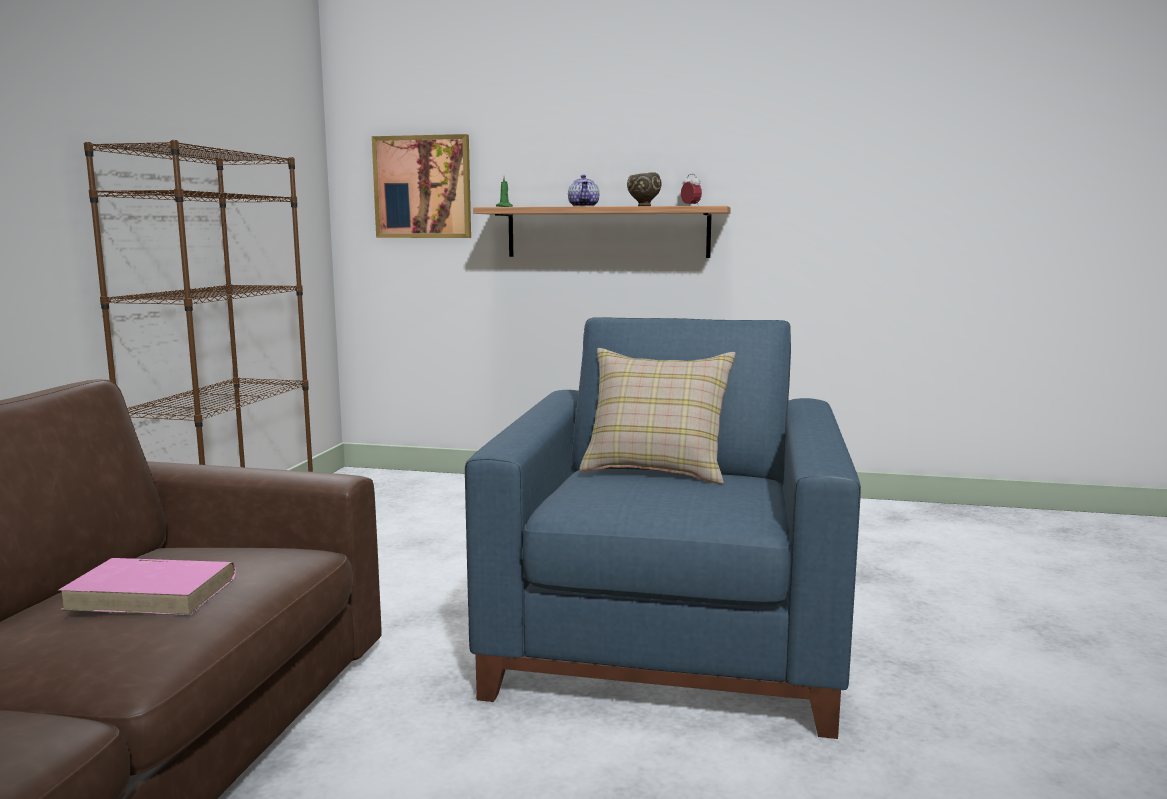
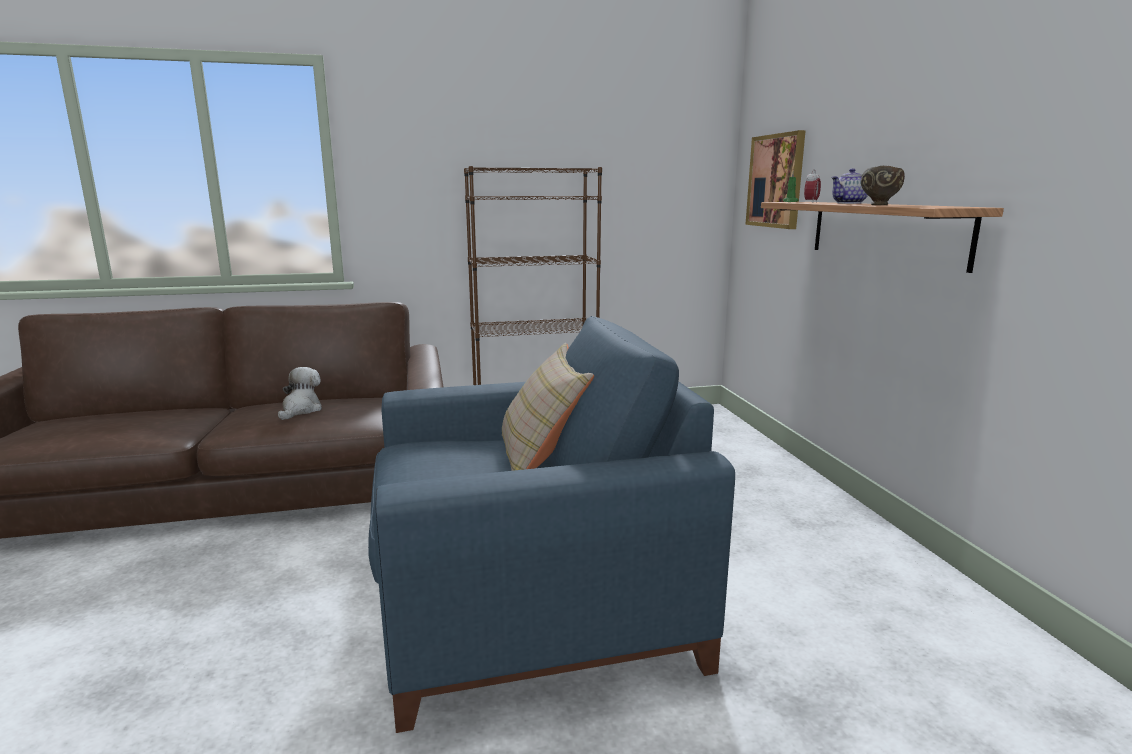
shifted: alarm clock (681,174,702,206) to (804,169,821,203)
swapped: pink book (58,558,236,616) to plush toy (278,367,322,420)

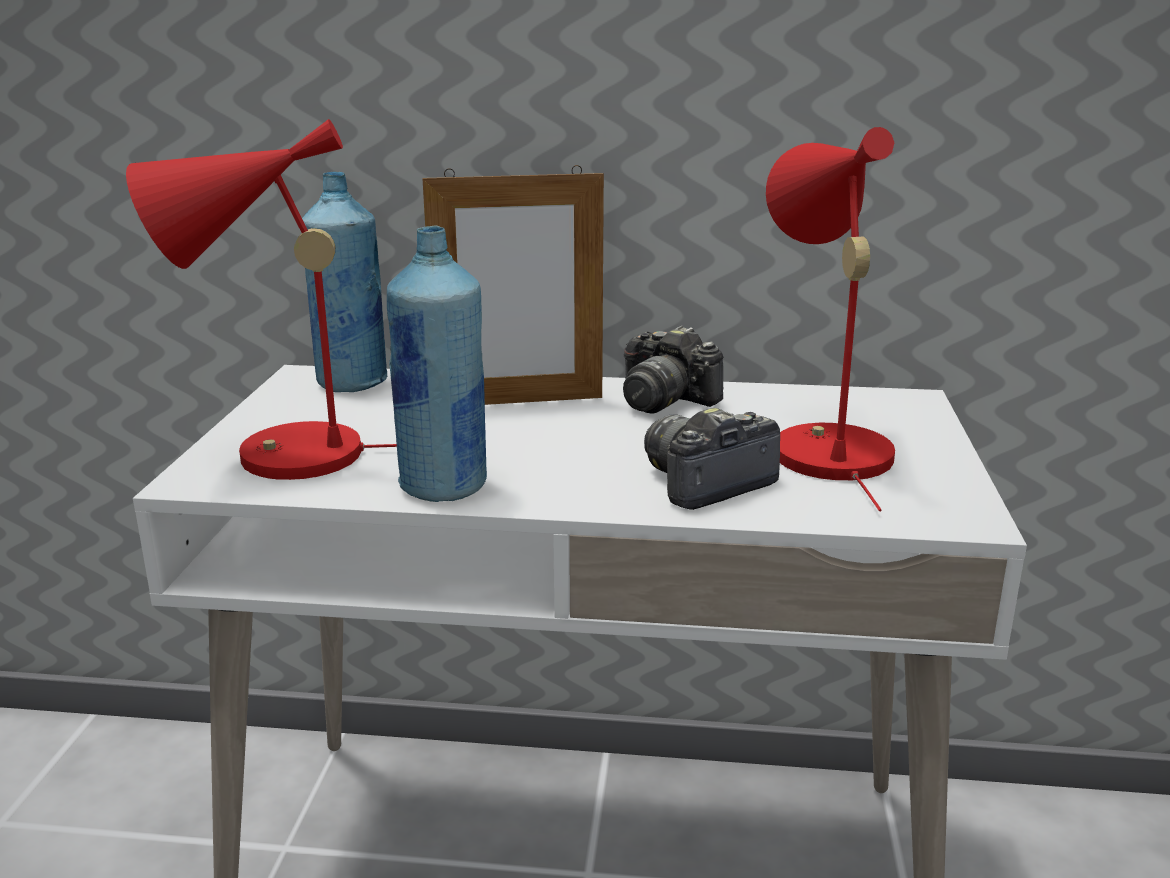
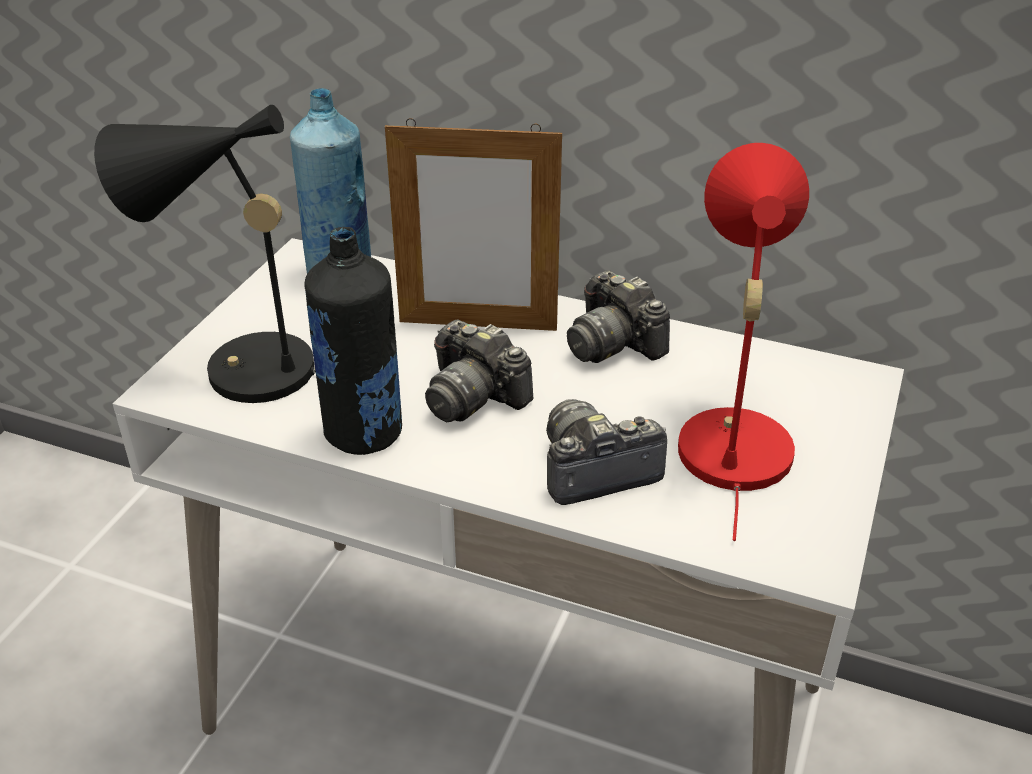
new: photo camera (425,319,533,422)
repainted: red table lamp (126,119,397,480) to black table lamp (94,105,316,403); blue bottle (387,225,487,502) to black bottle (304,227,402,455)

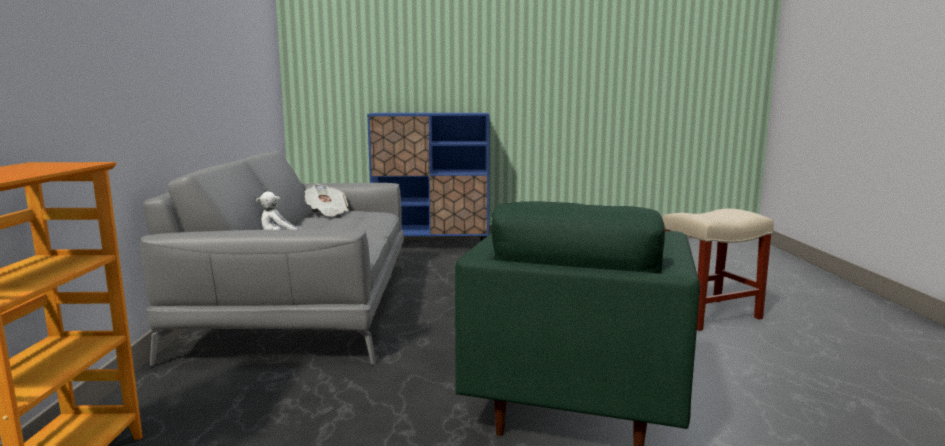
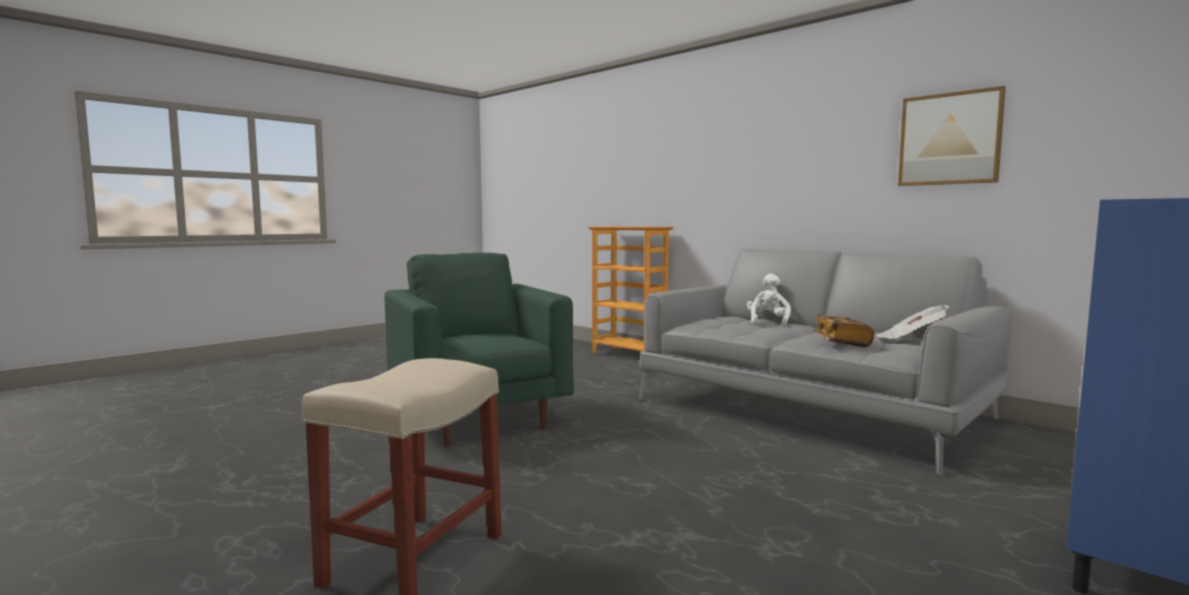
new: book (814,315,874,347); picture (898,86,1006,186)

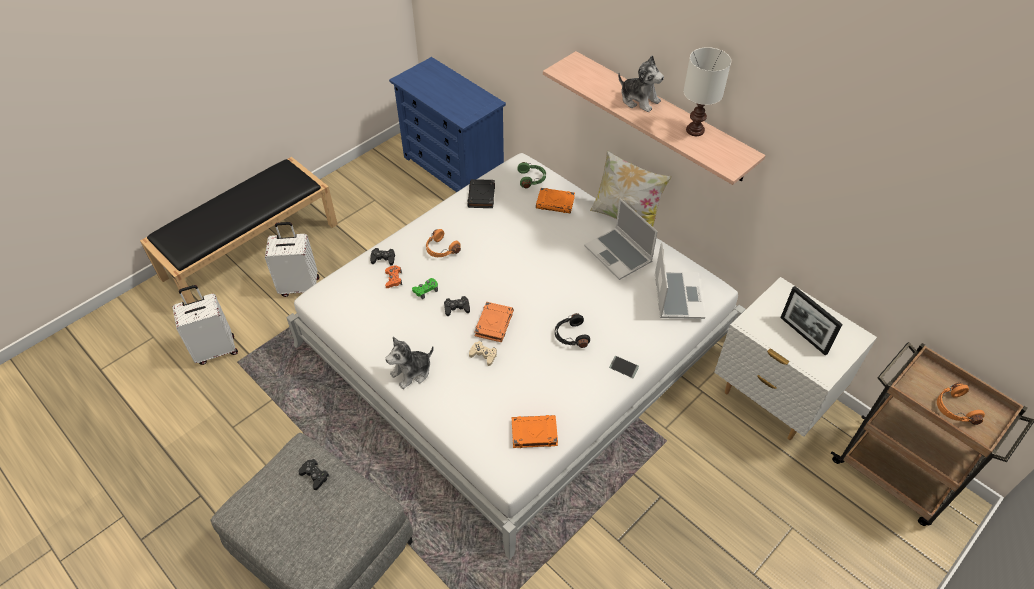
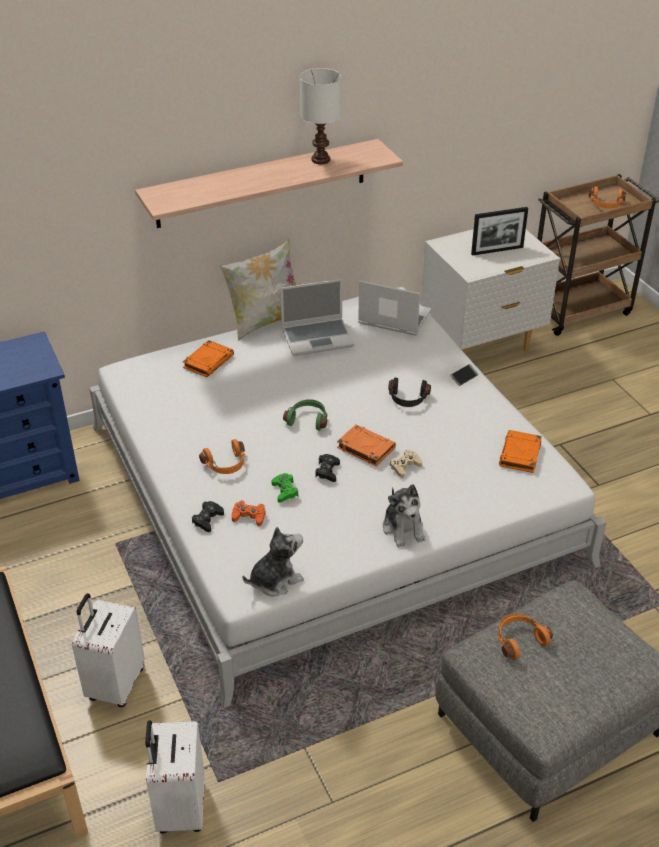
gone: black book (467,179,495,208)
shifted: plush toy (618,56,664,112) to (242,527,304,596); green headphones (517,162,546,188) to (283,399,327,431)
swapped: black game controller (298,459,329,490) to orange headphones (498,614,553,660)

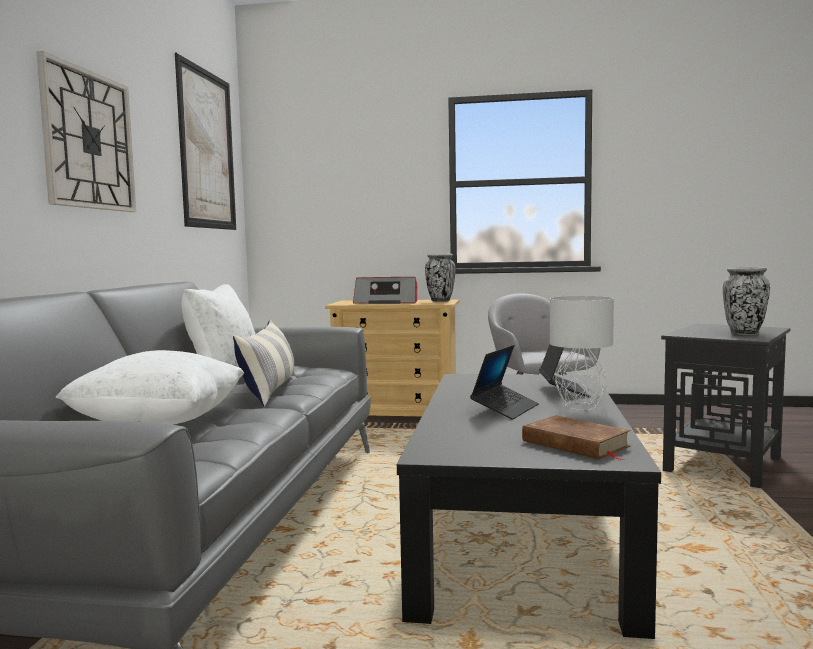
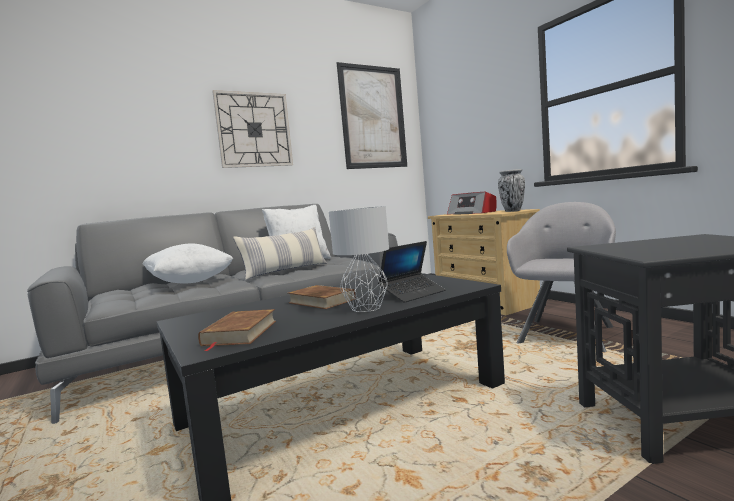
gone: vase (723,267,770,335)
swapped: laptop (470,345,539,420) to brown book (288,285,356,309)

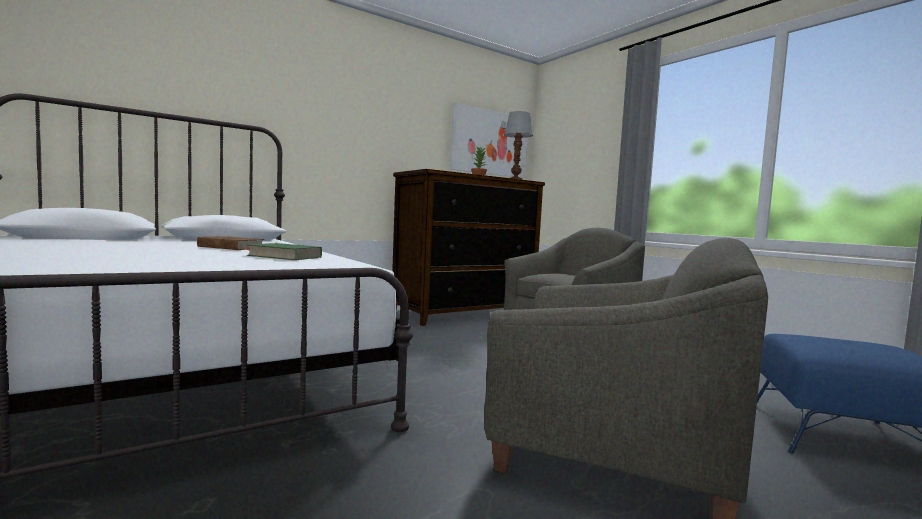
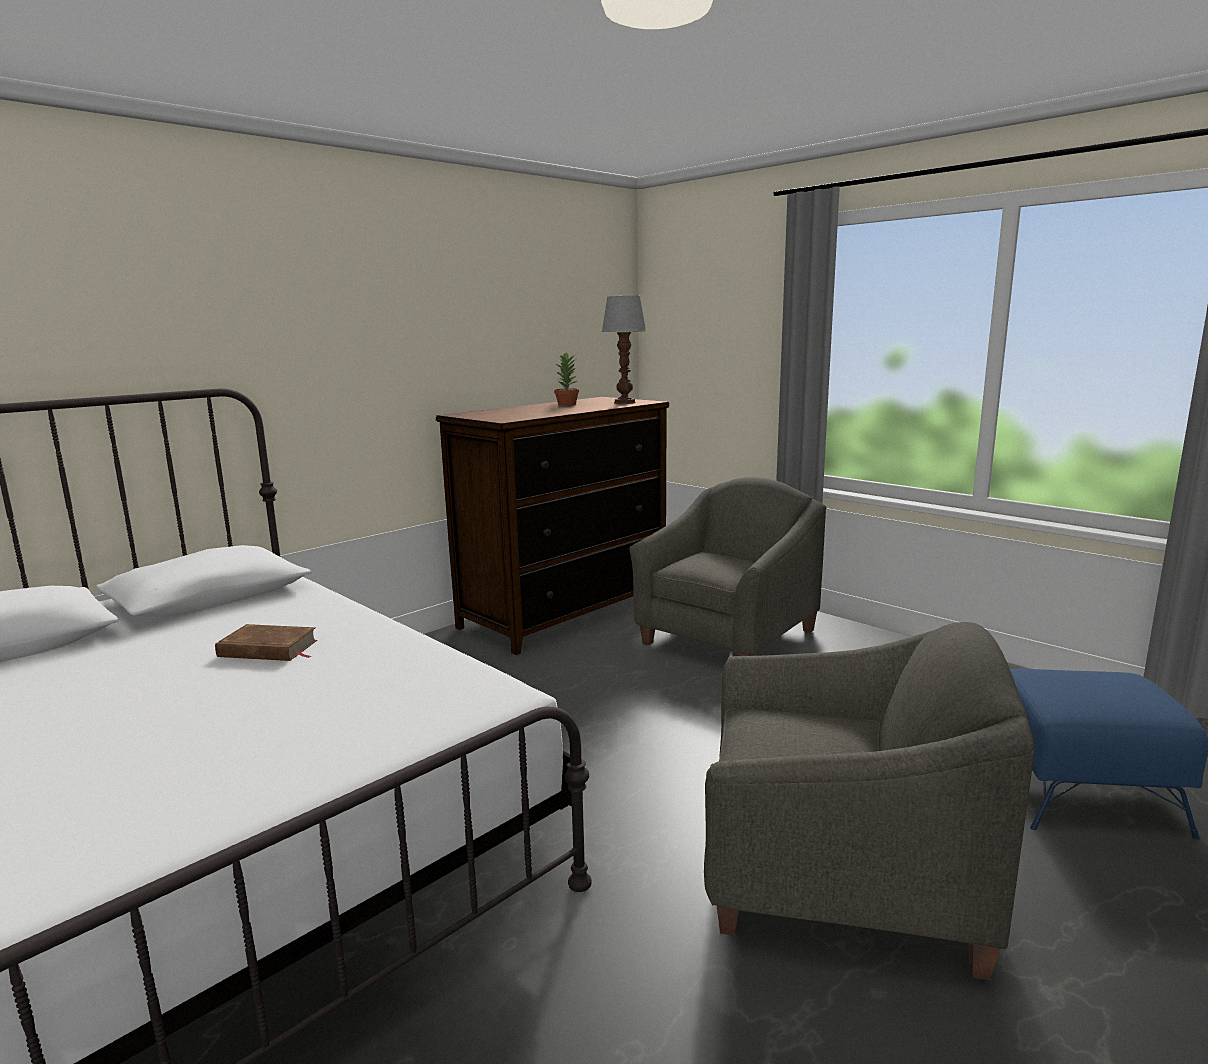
gone: green book (247,243,322,260); picture (450,103,527,178)

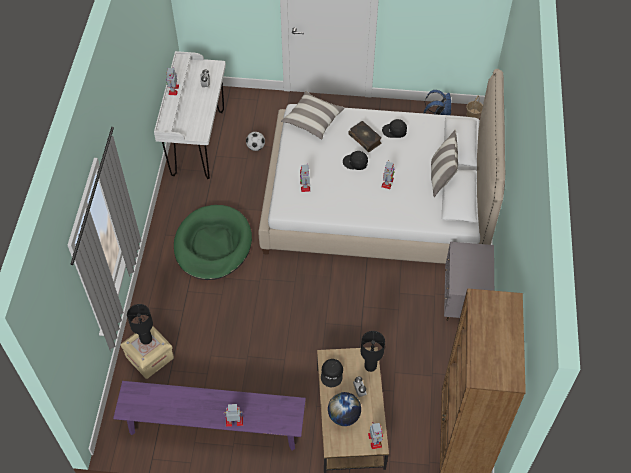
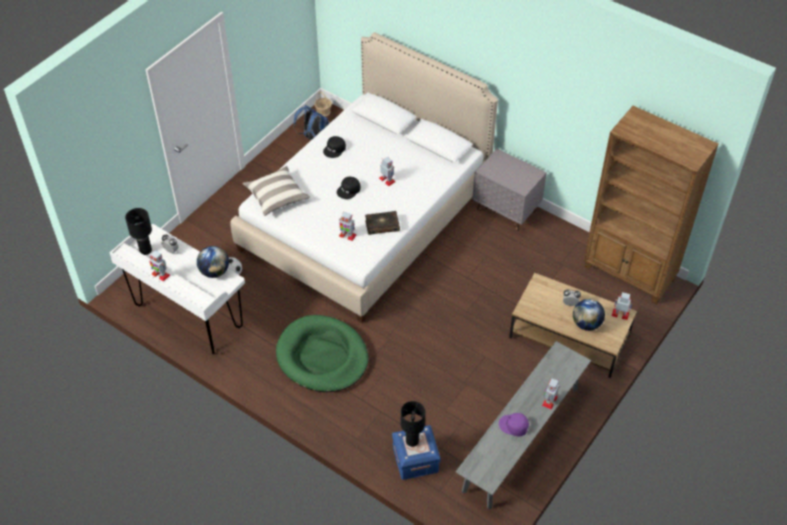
gone: black cap (321,359,343,387); pillow (431,130,458,197)
new: globe (197,246,229,278); purple cap (499,413,529,436)
shifted: black table lamp (361,331,385,372) to (125,208,152,255); book (348,121,382,152) to (365,211,400,235)
repainted: beige storage box (120,326,174,379) to blue storage box (392,425,441,480); purple bench (113,381,306,451) to grey bench (455,341,591,509)

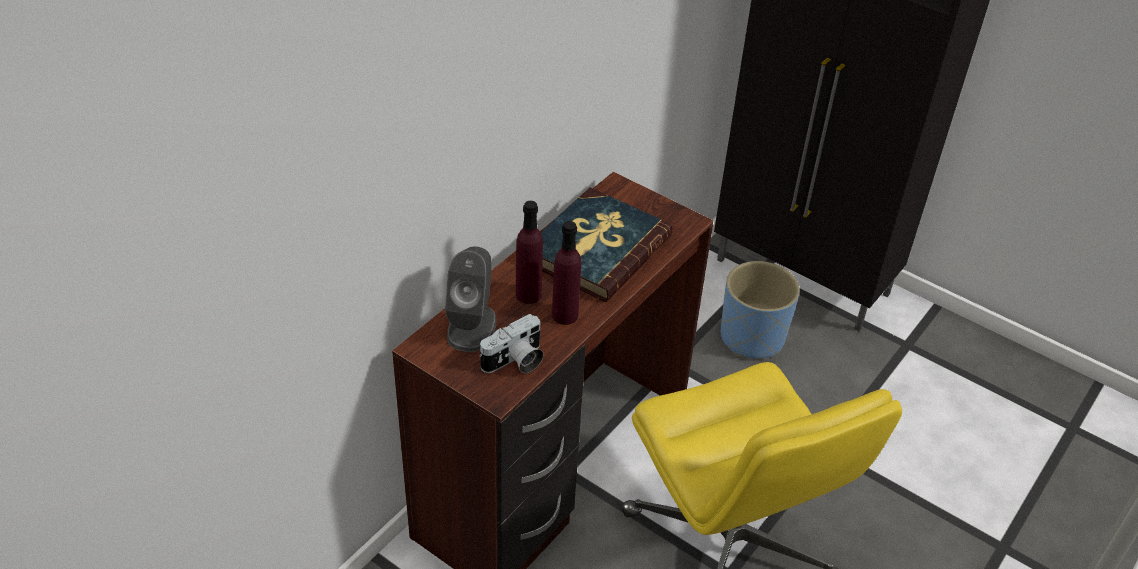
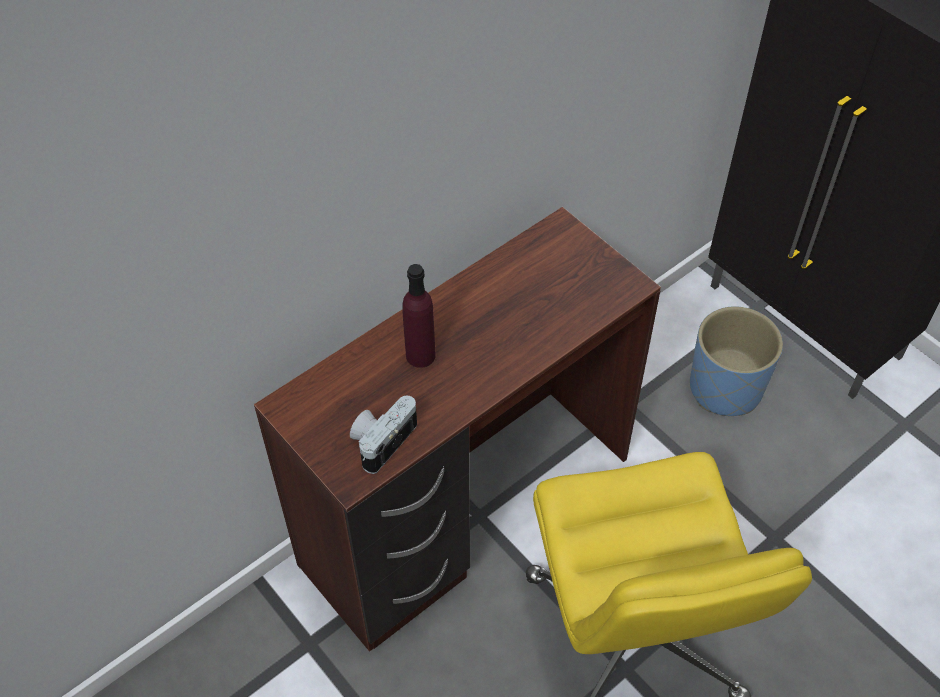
gone: grey speaker (445,246,497,352); book (540,187,673,302); purple bottle (552,221,581,325)
rotated: photo camera (479,314,543,373) = (350,396,417,474) 150 degrees clockwise

